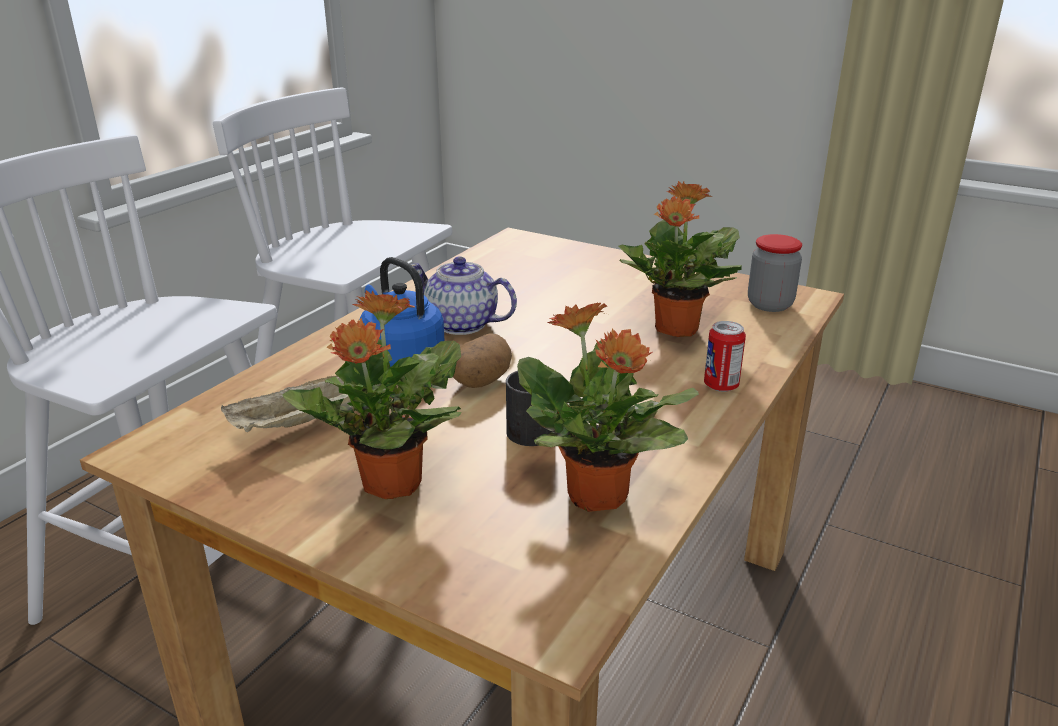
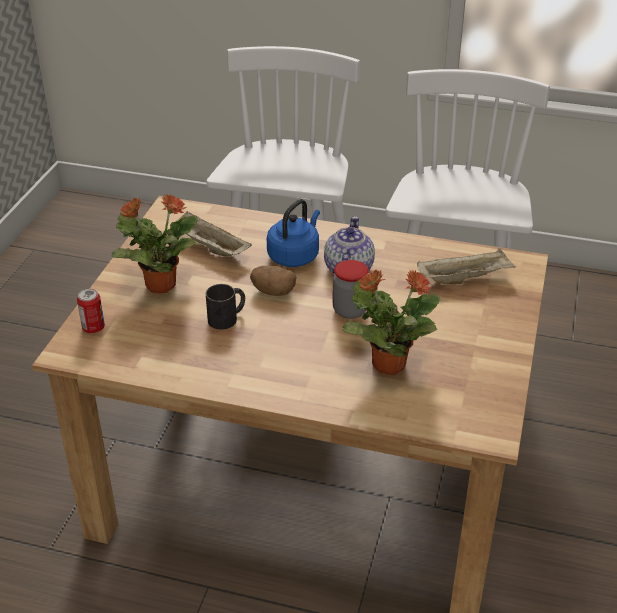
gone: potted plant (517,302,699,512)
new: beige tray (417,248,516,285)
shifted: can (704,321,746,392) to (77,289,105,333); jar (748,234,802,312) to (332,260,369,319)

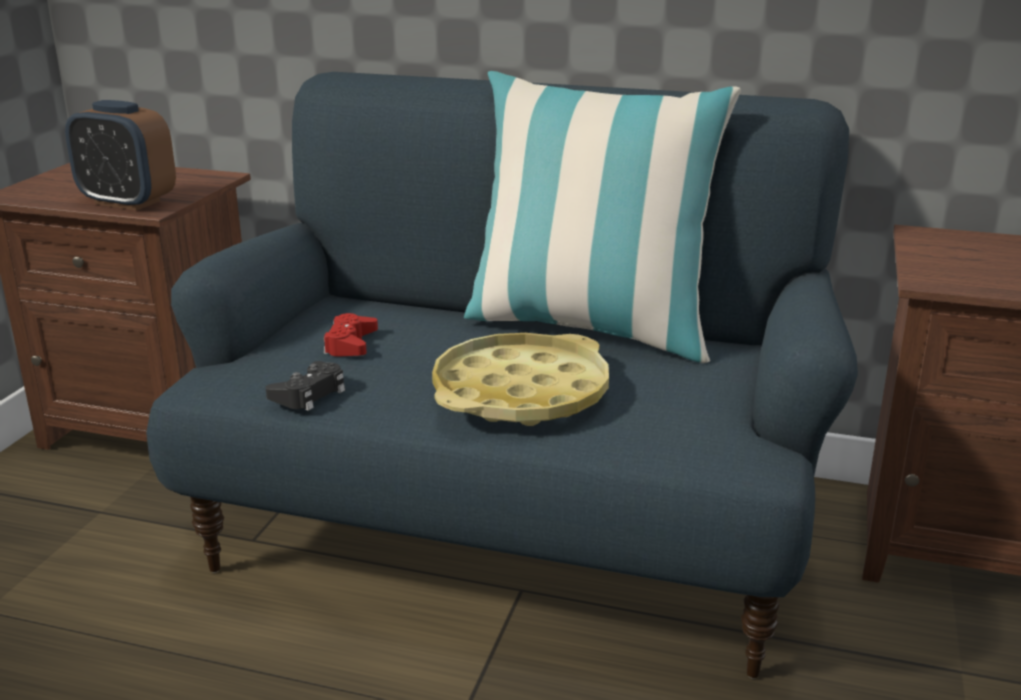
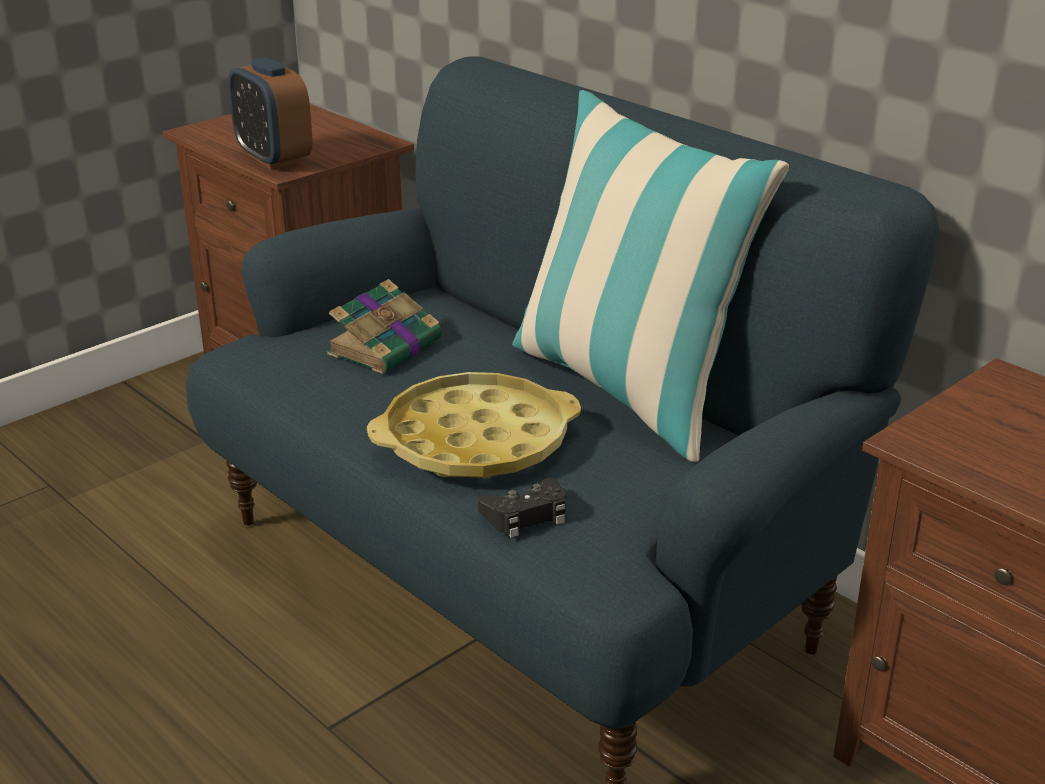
shifted: black game controller (265,361,345,411) to (478,478,566,538)
swapped: red game controller (323,313,378,357) to book (327,279,442,374)

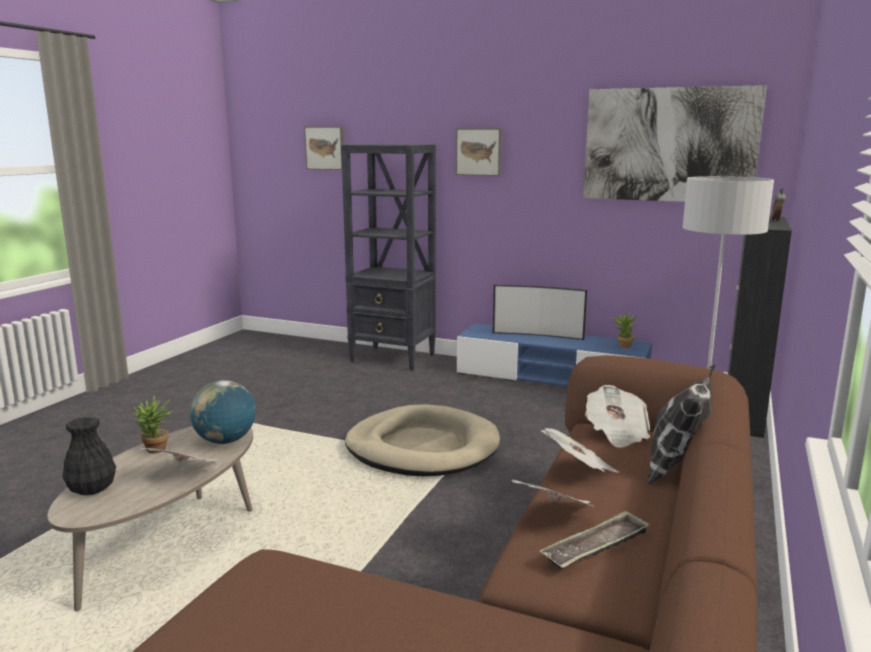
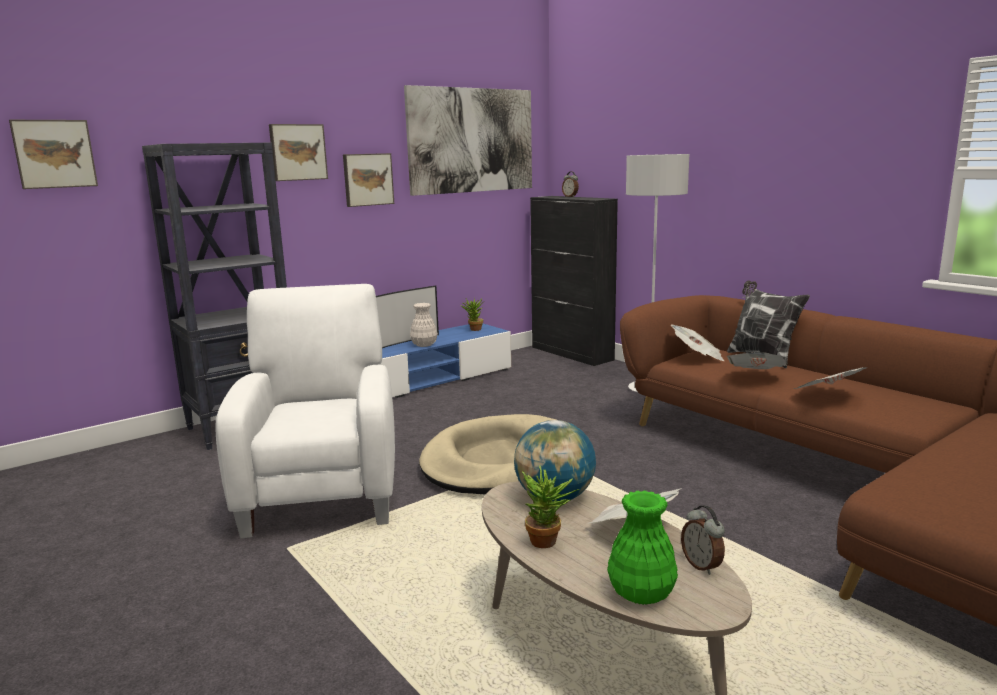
gone: tray (540,510,650,570)
new: white armchair (216,284,395,538); picture (343,153,394,207); white vase (410,303,438,347); alarm clock (681,505,725,575)
repainted: black vase (62,417,116,495) to green vase (607,490,678,605)

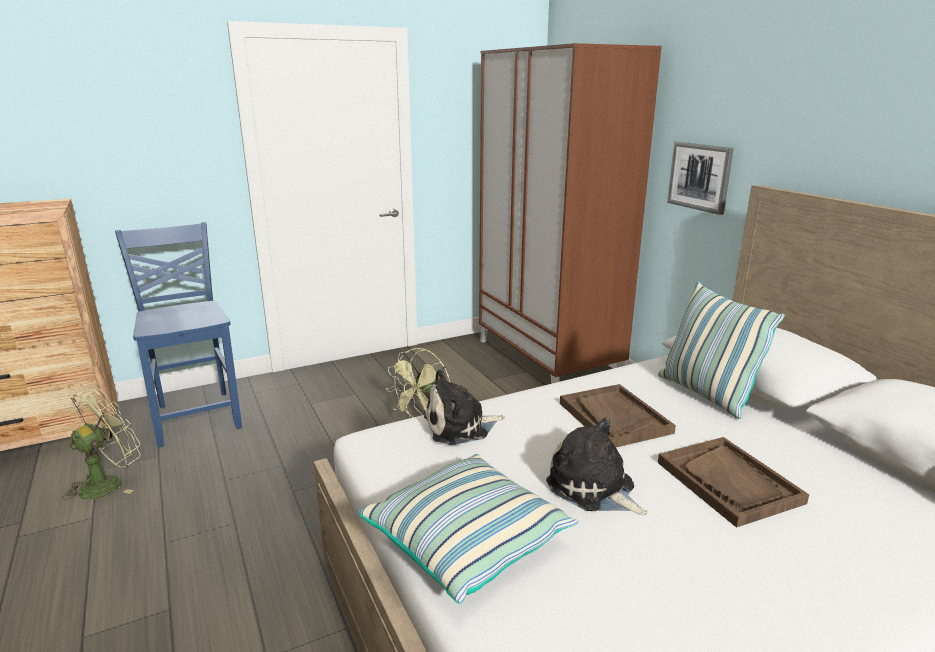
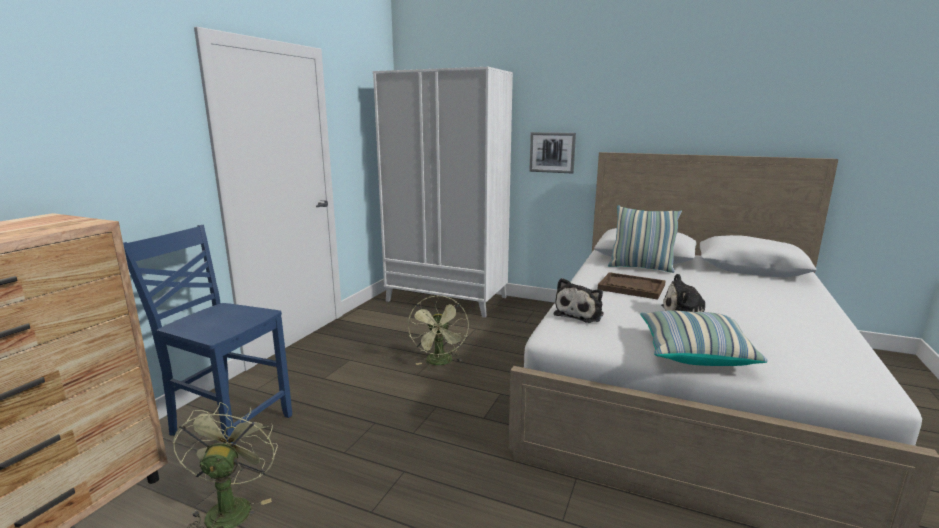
gone: brown tray (658,437,809,528)
repainted: brown wardrobe (479,43,662,384) to white wardrobe (373,67,513,318)

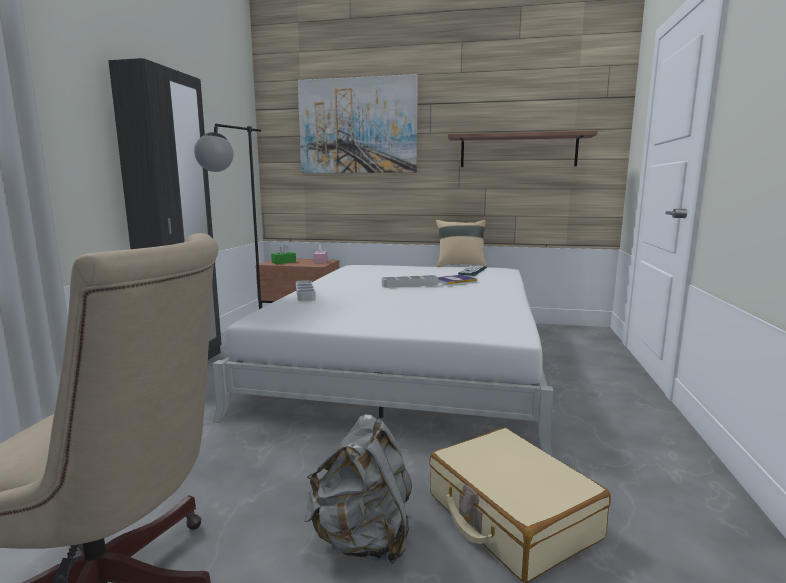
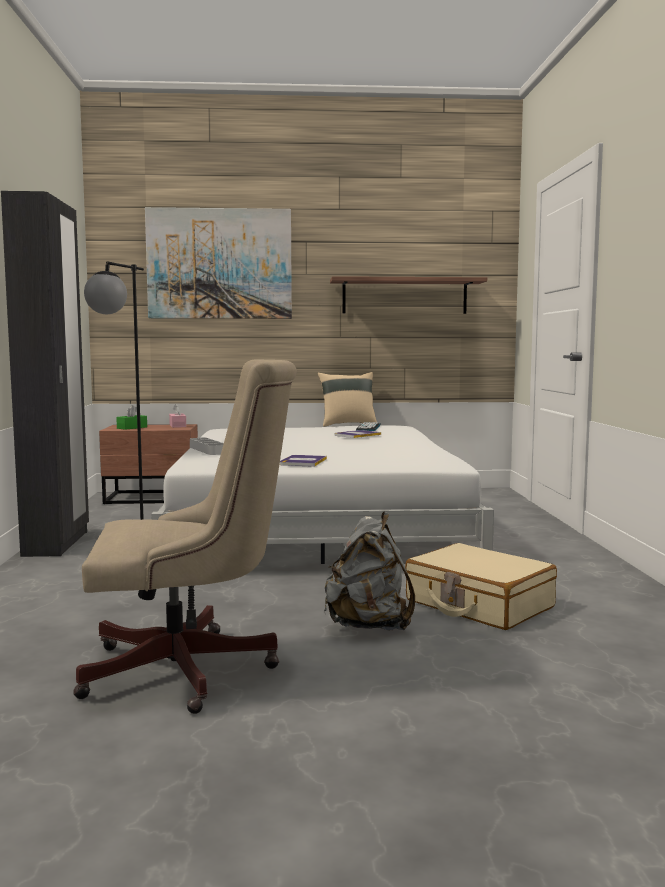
gone: grey tray (382,275,438,288)
new: book (280,455,327,467)

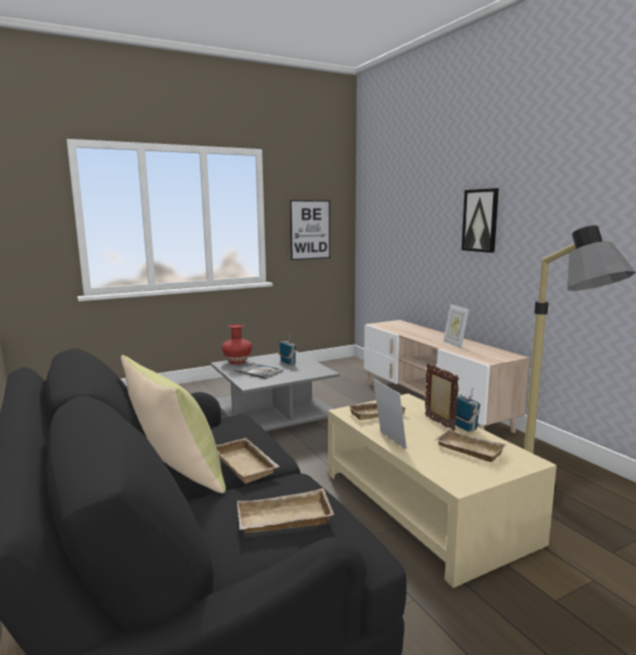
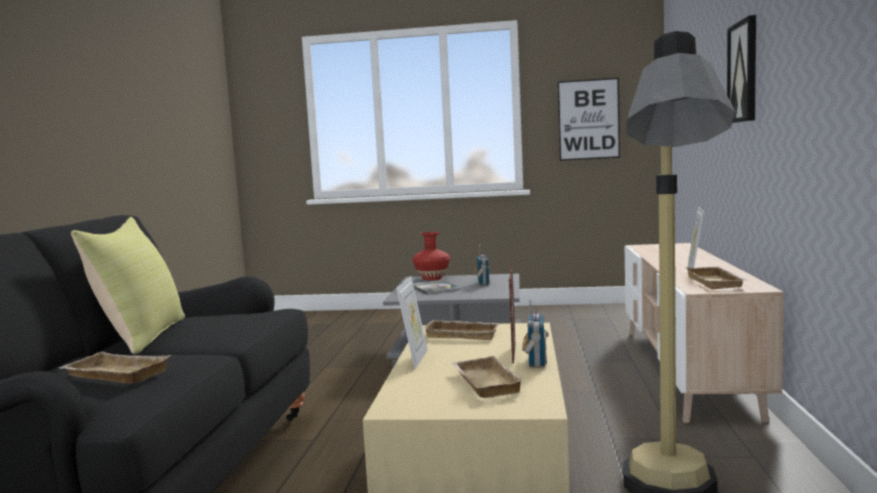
shifted: beige tray (216,438,280,484) to (685,267,748,289)

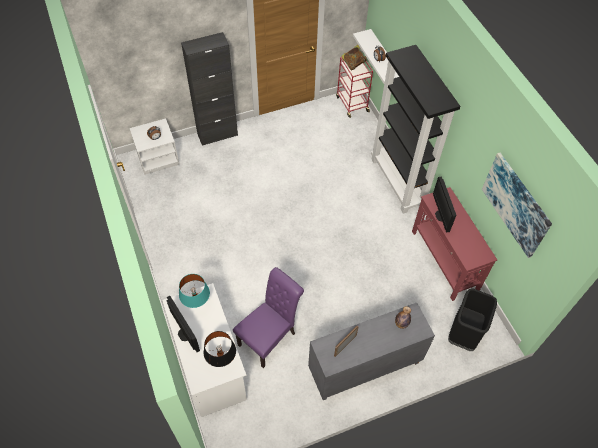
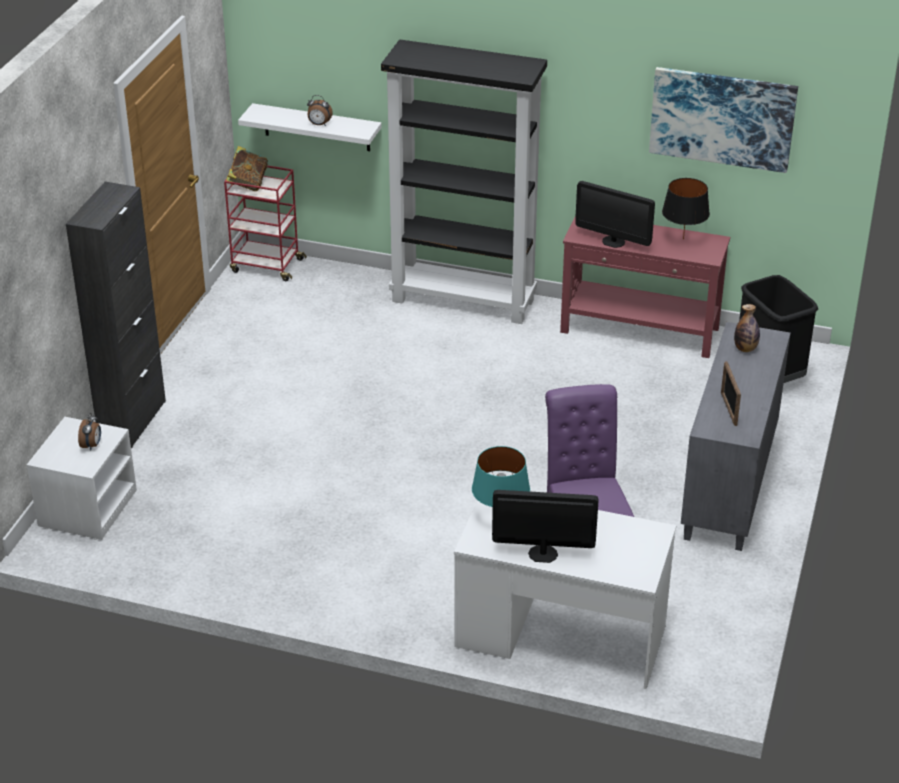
shifted: black table lamp (204,331,236,367) to (662,178,710,240)

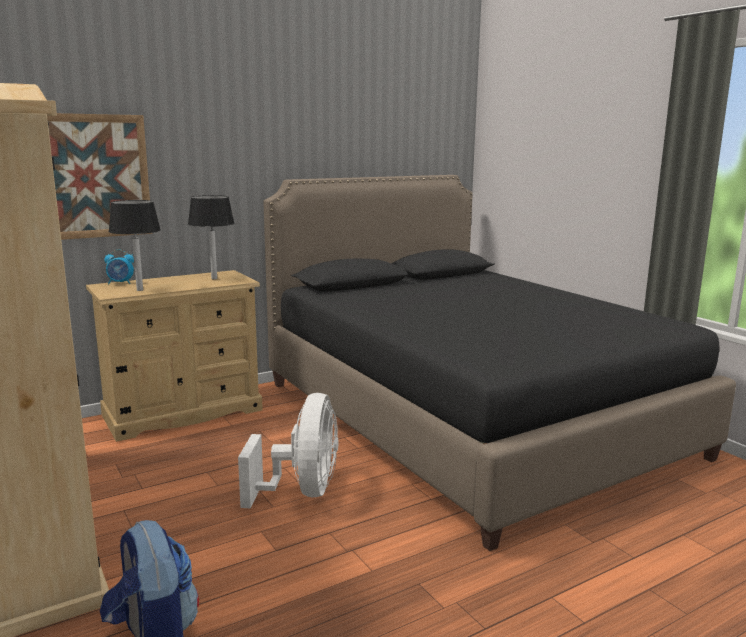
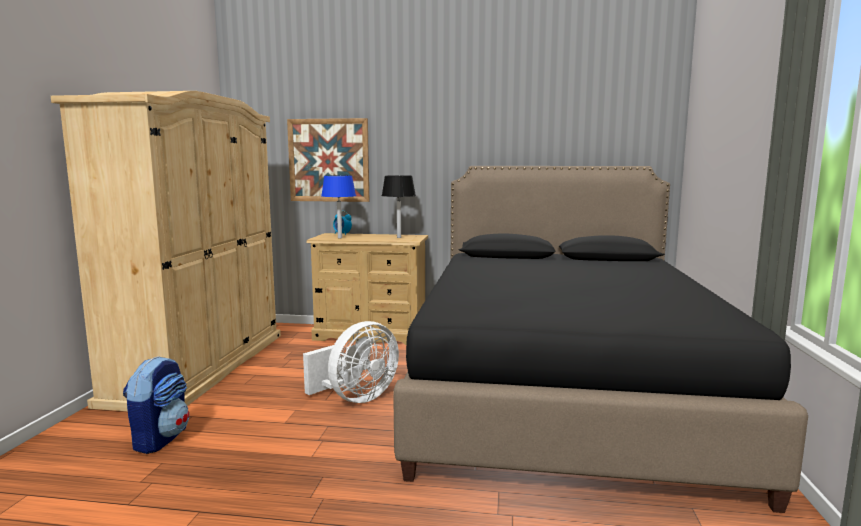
repainted: black table lamp (108,200,161,291) to blue table lamp (322,175,356,239)

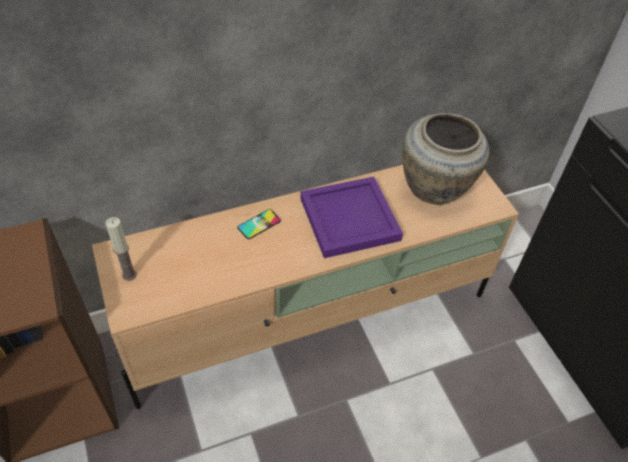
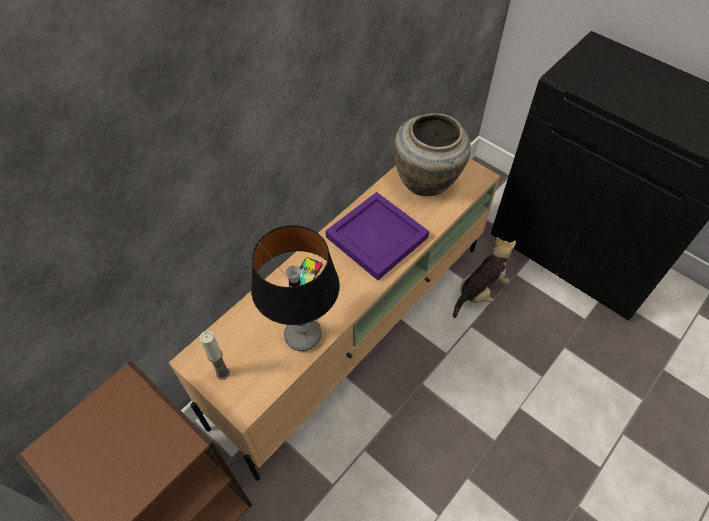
new: table lamp (251,225,340,351); plush toy (453,237,516,318)

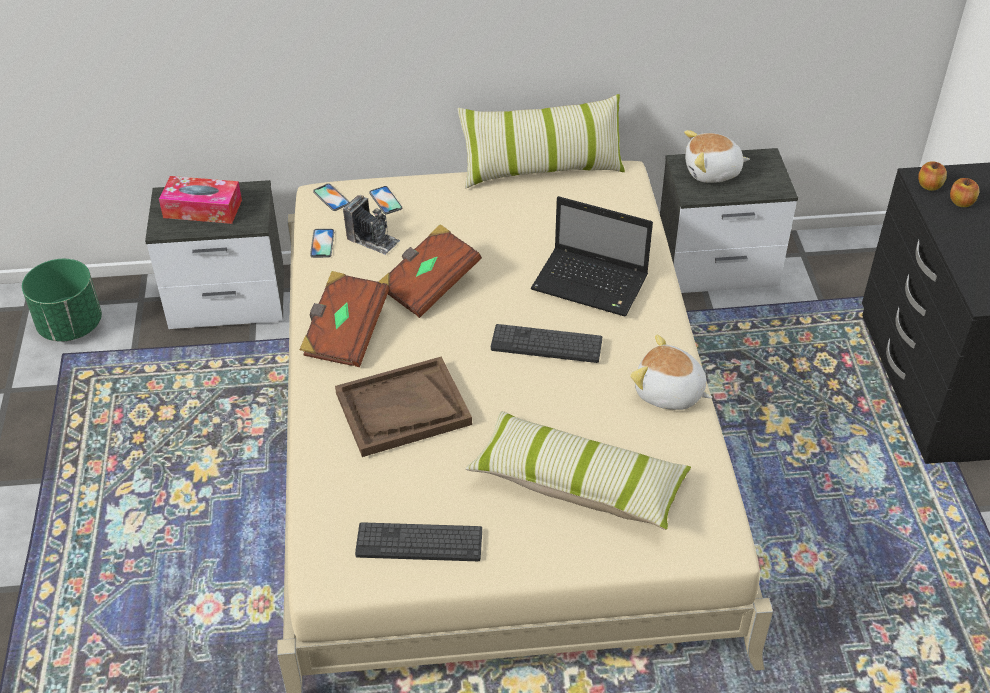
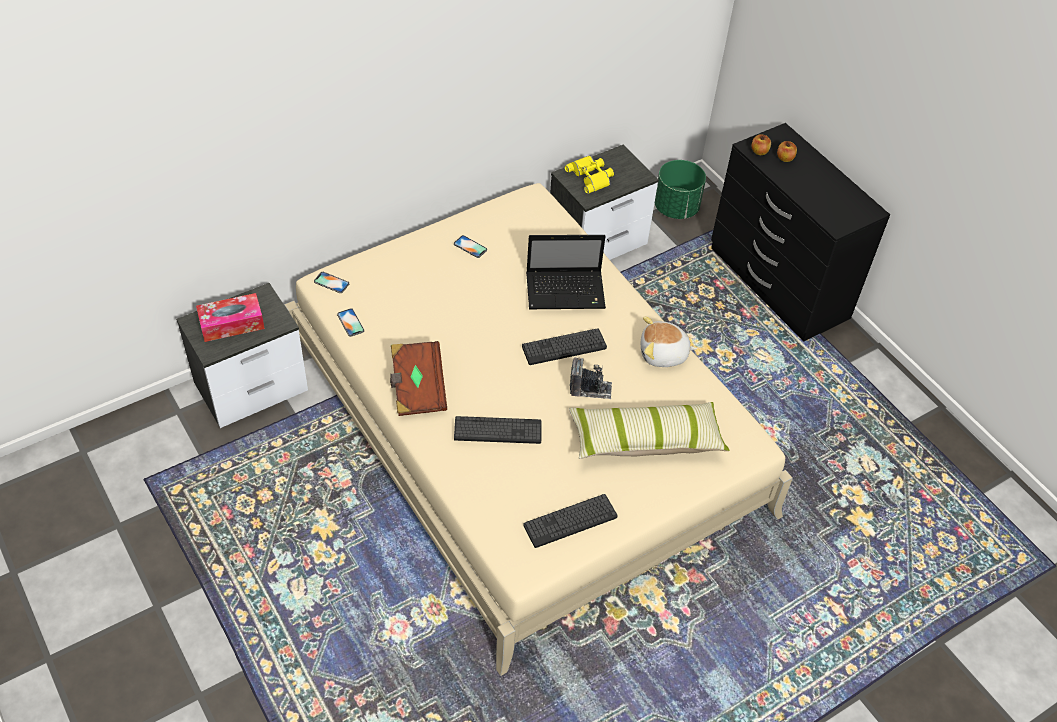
gone: brown book (379,224,482,318); pillow (458,94,625,189)
shifted: phone (369,186,402,214) to (454,235,487,258); photo camera (343,195,400,255) to (570,357,612,399); green planter (22,259,102,342) to (655,160,706,219)
swapped: brown tray (335,357,472,457) to keyboard (454,416,542,444); plush toy (684,130,750,183) to yellow binoculars (564,156,614,194)

